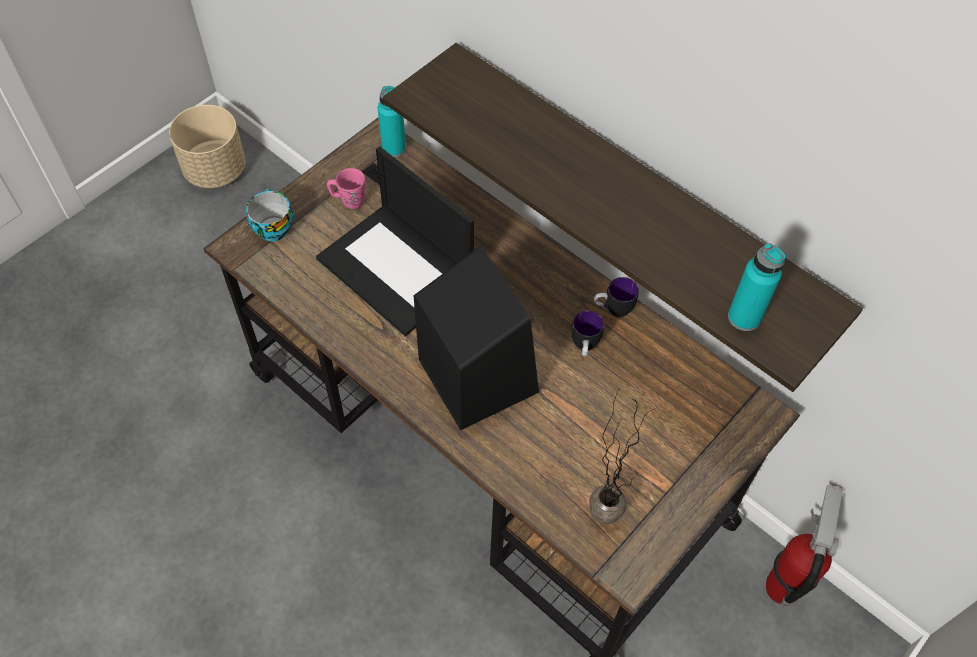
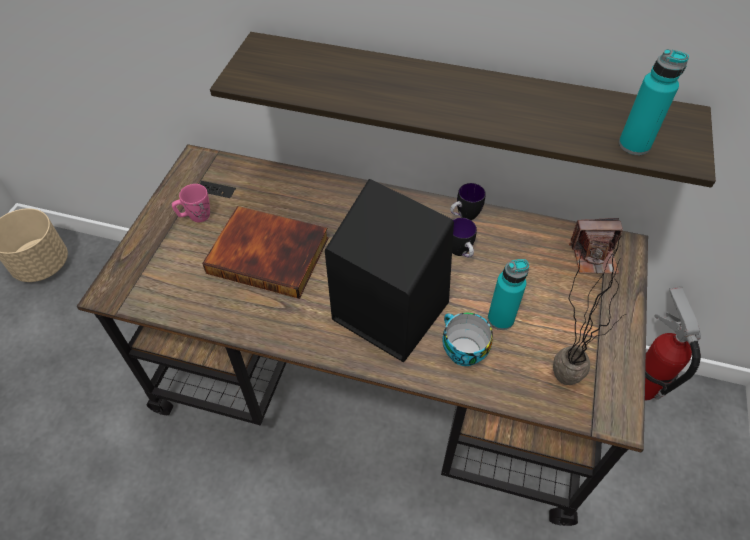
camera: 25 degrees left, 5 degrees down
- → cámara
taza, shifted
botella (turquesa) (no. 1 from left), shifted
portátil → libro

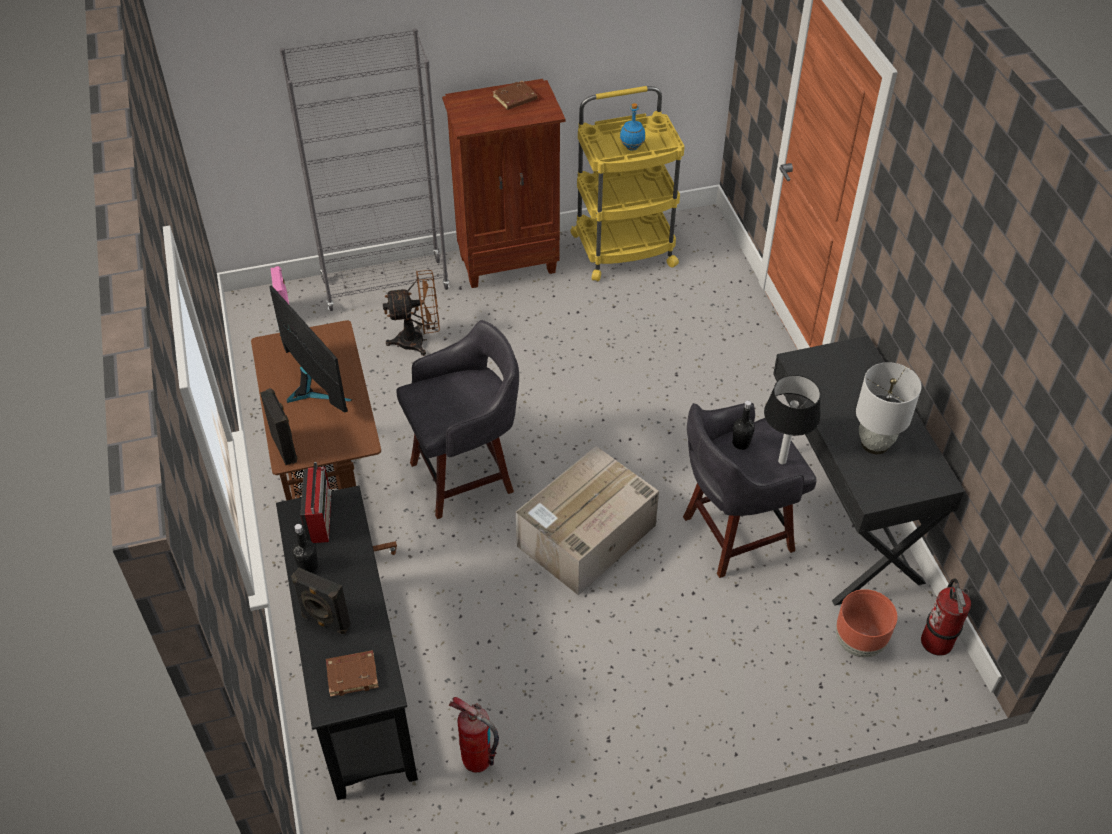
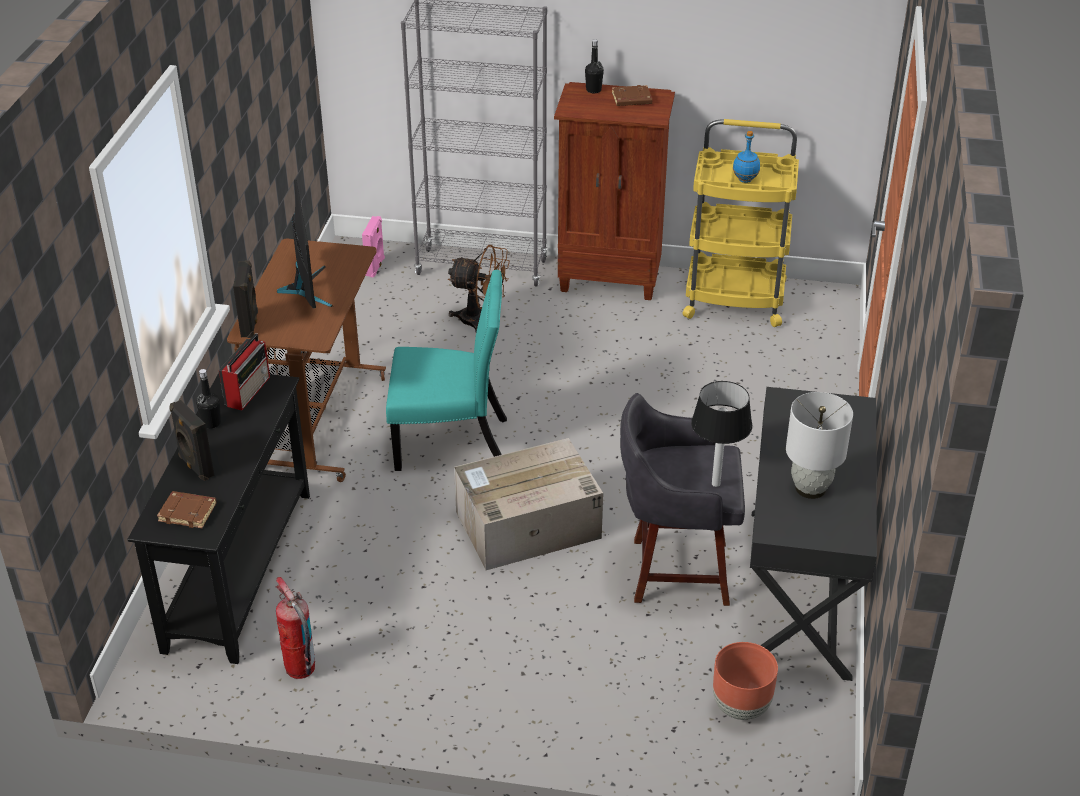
camera: 25 degrees right, 10 degrees down
extintor (no. 2 from left) → -
botella (negro) (no. 2 from left), shifted
taburete (gris) (no. 1 from left) → silla (turquesa)

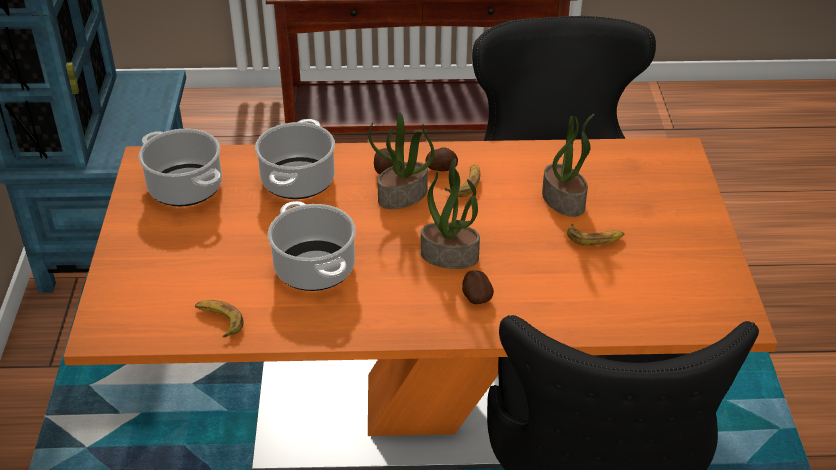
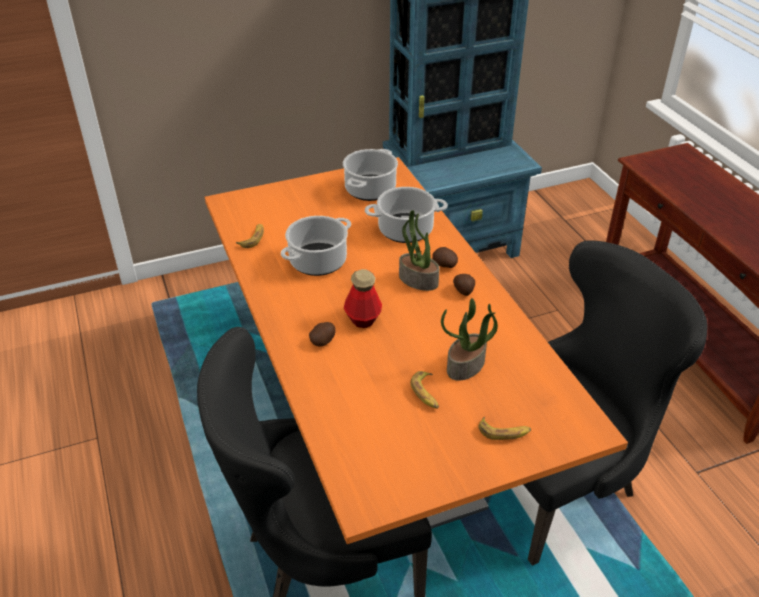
camera: 70 degrees right, 0 degrees up
plátano (no. 2 from left in the first image) → plátano (no. 3 from left), shifted
planta en maceta (no. 2 from left) → botella

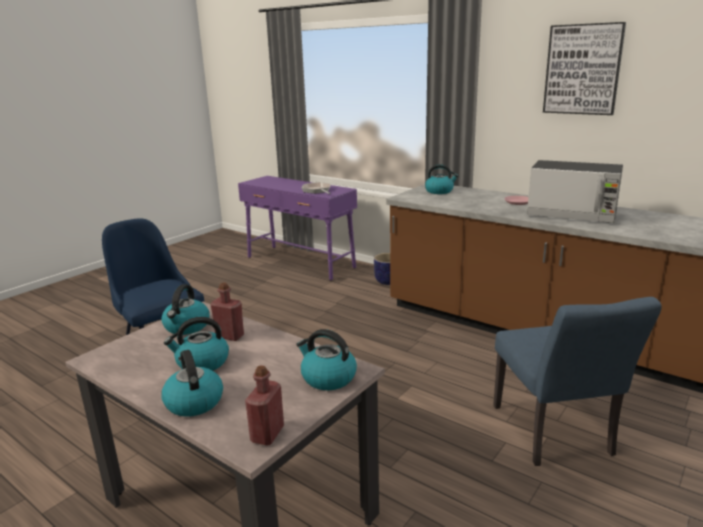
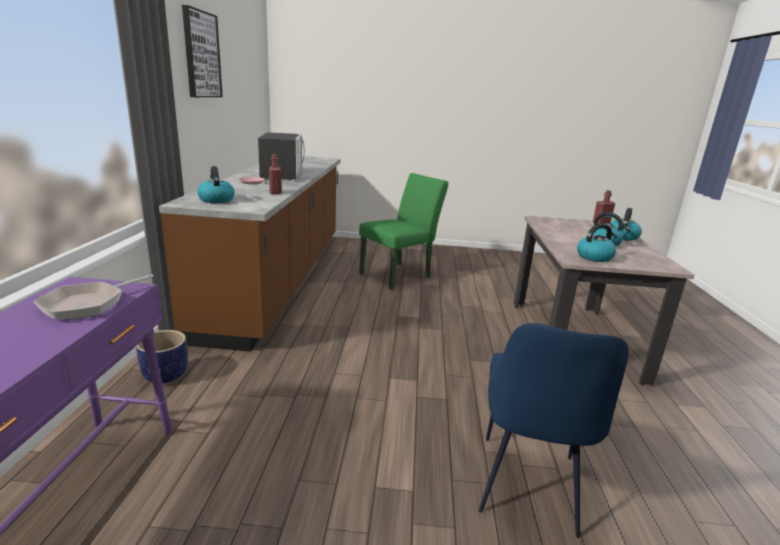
camera: 125 degrees left, 0 degrees up
hervidor (no. 4 from left) → -
botella (rojo) (no. 1 from left), shifted
silla (azul) (no. 2 from left) → silla (verde)

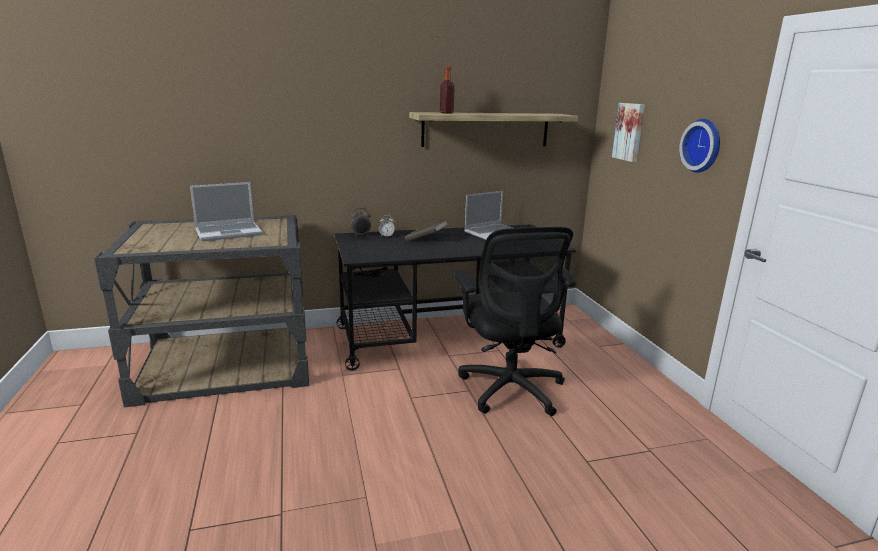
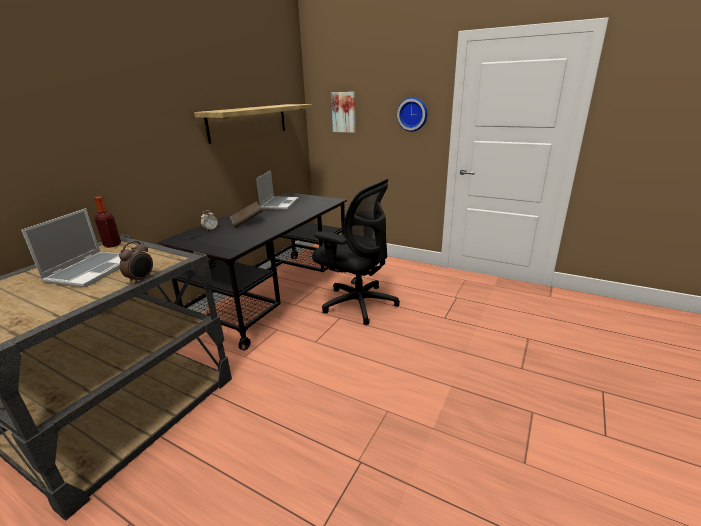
camera: 45 degrees left, 5 degrees up
despertador (no. 1 from left), shifted
botella, shifted

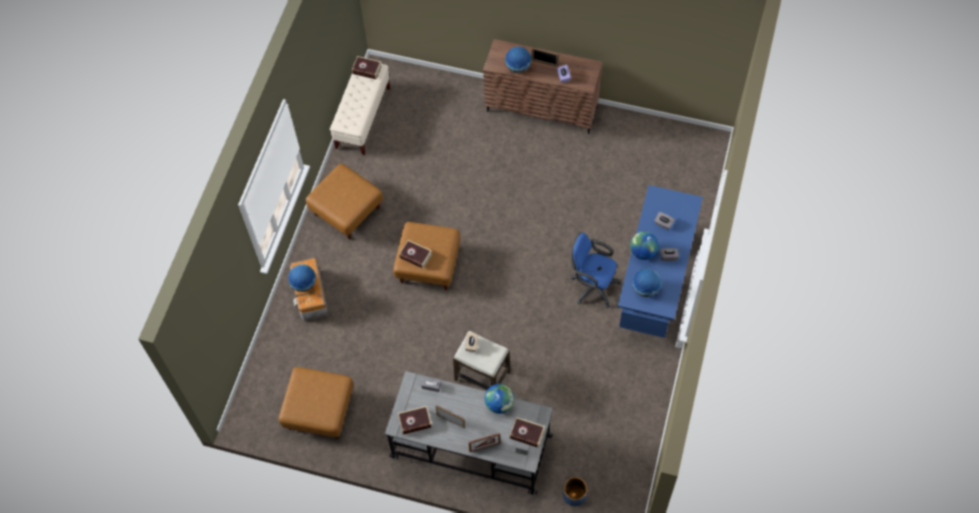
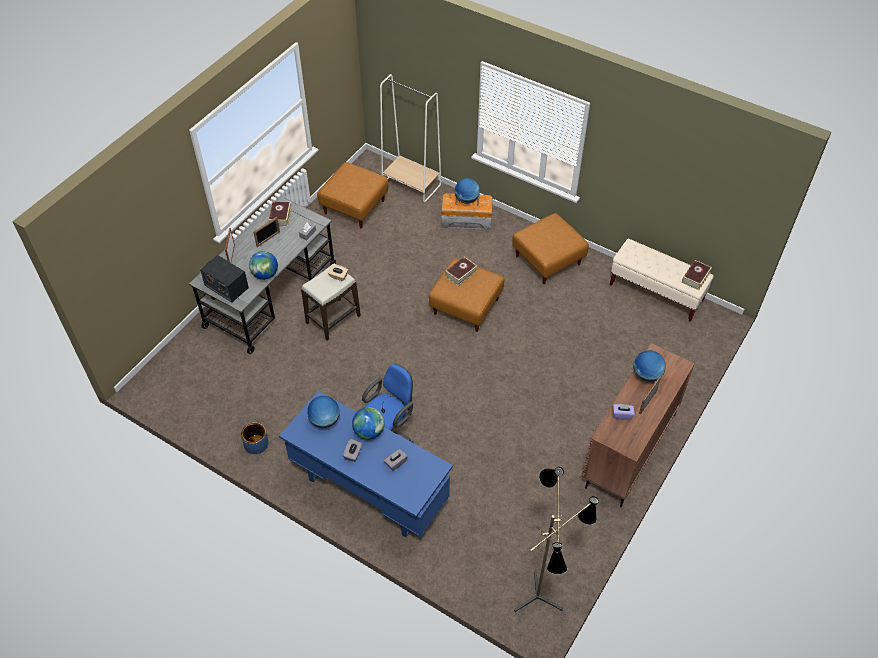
camera: 105 degrees right, 10 degrees down
- → perchero
- → lámpara de pie
maceta (azul), shifted
libro (no. 4 from left) → radio

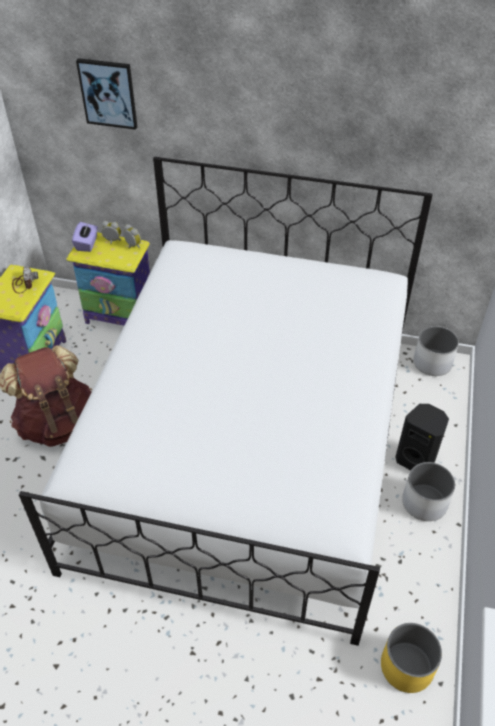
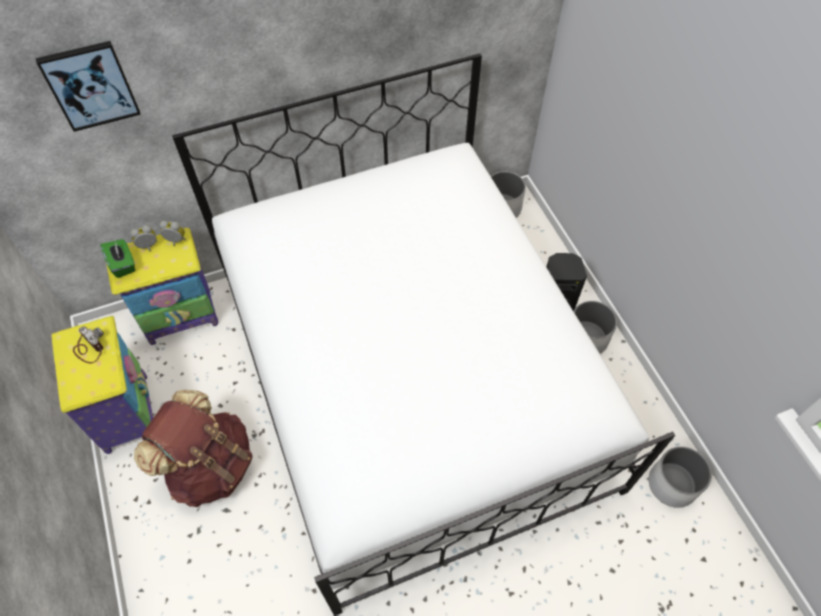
camera: 35 degrees left, 10 degrees up
caja de pañuelos (morado) → caja de pañuelos (verde)
maceta (amarillo) → maceta (blanco) (no. 3 from left)

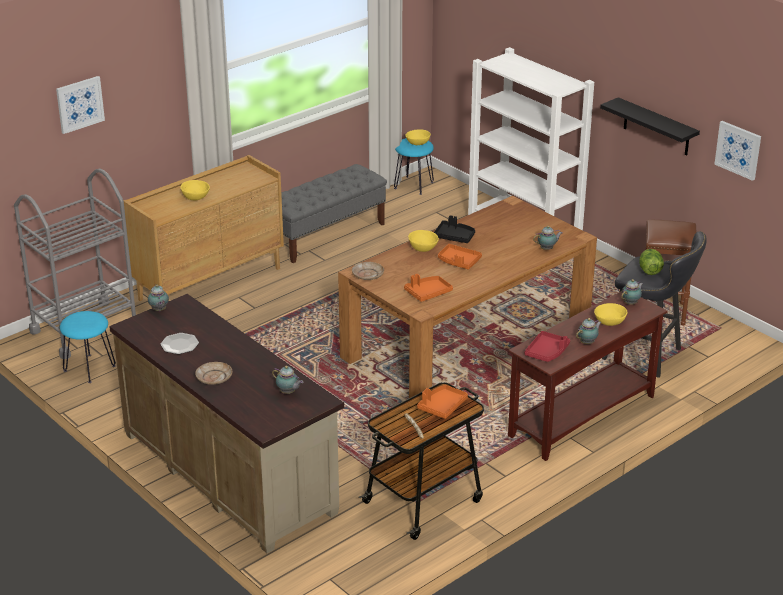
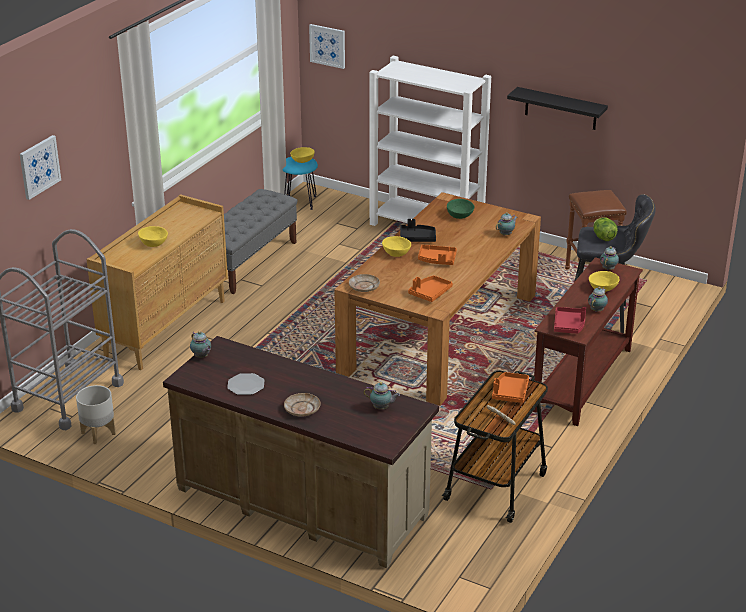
camera: 20 degrees left, 0 degrees up
- → cuenco (verde)
cuadro (no. 2 from left), shifted
taburete (turquesa) (no. 1 from left) → maceta (gris)

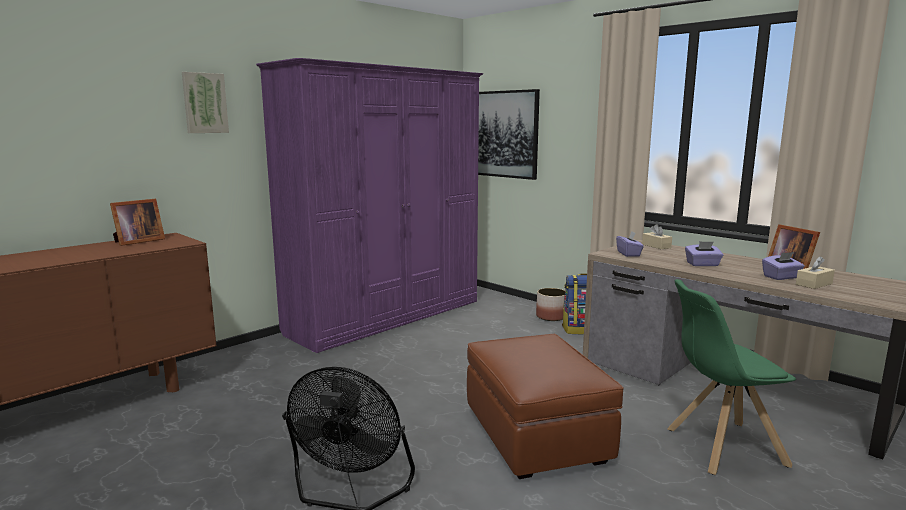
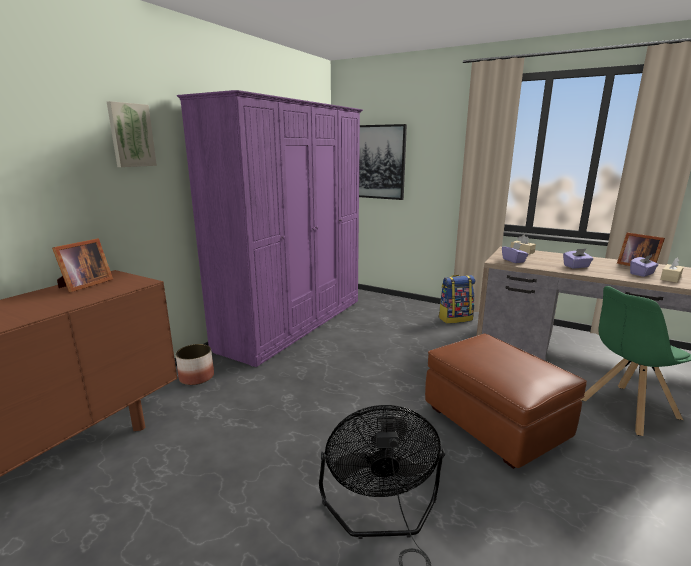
camera: 15 degrees left, 5 degrees up
maceta, shifted

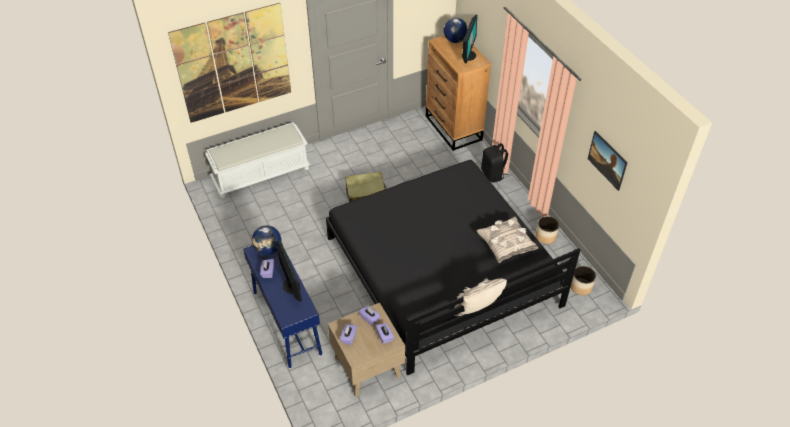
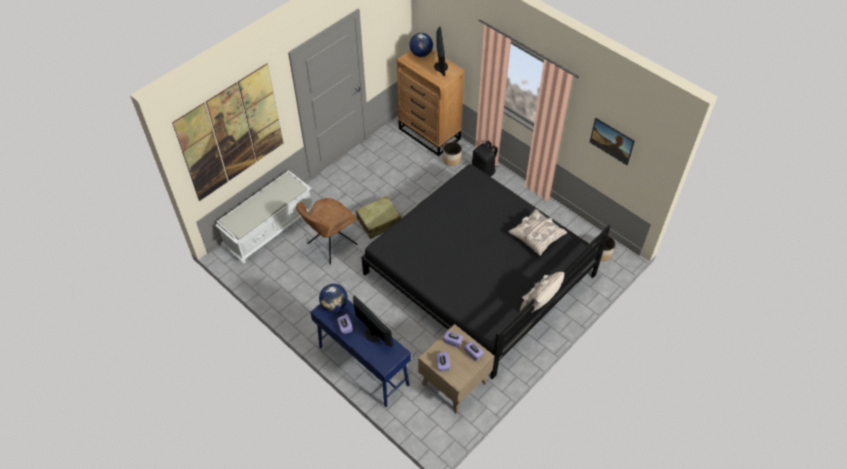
camera: 20 degrees left, 5 degrees up
- → silla (marrón)
maceta (no. 1 from left), shifted

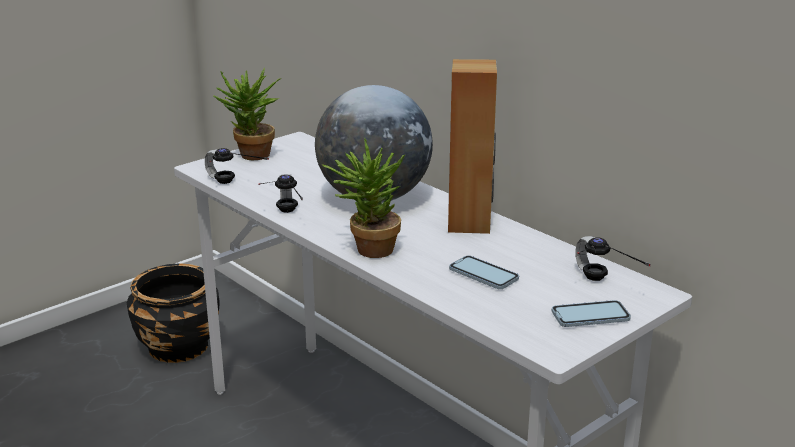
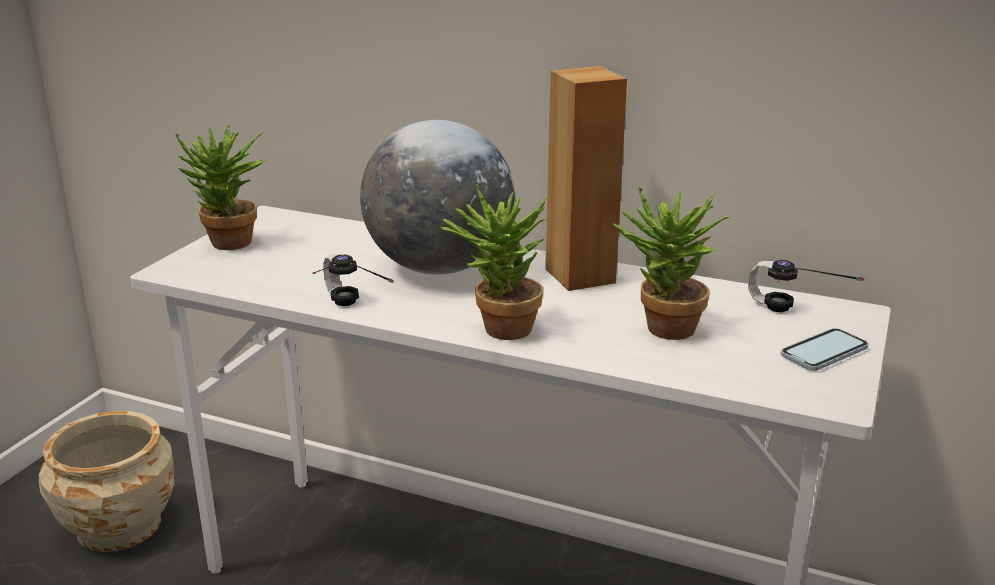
camera: 25 degrees left, 0 degrees up
auriculares (no. 1 from left) → -
móvil (no. 1 from left) → planta en maceta (no. 3 from left)
maceta (negro) → maceta (beis)

